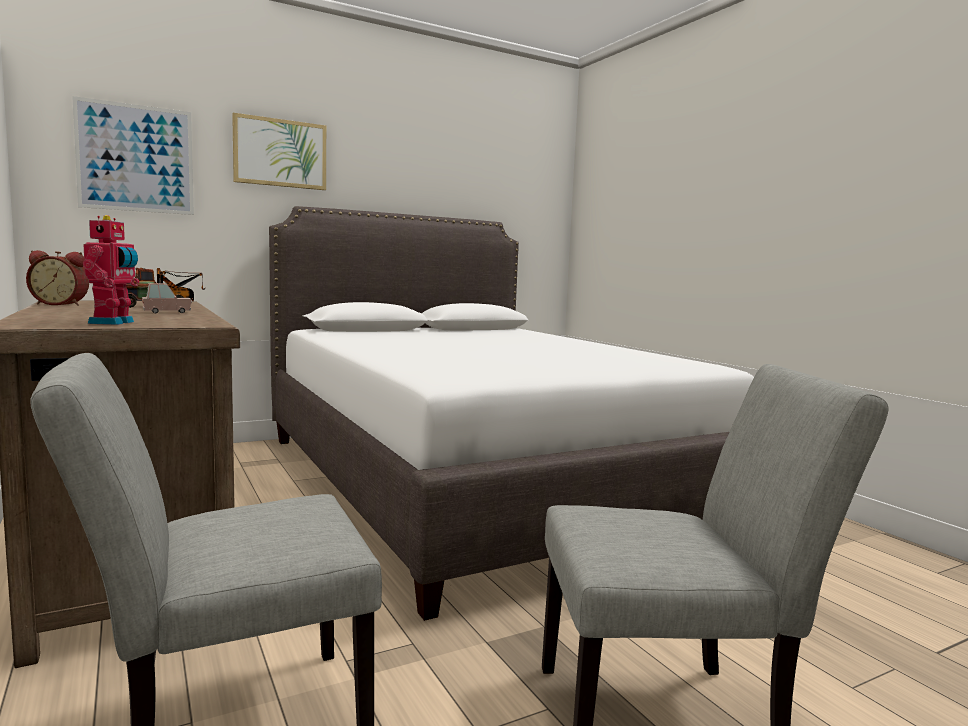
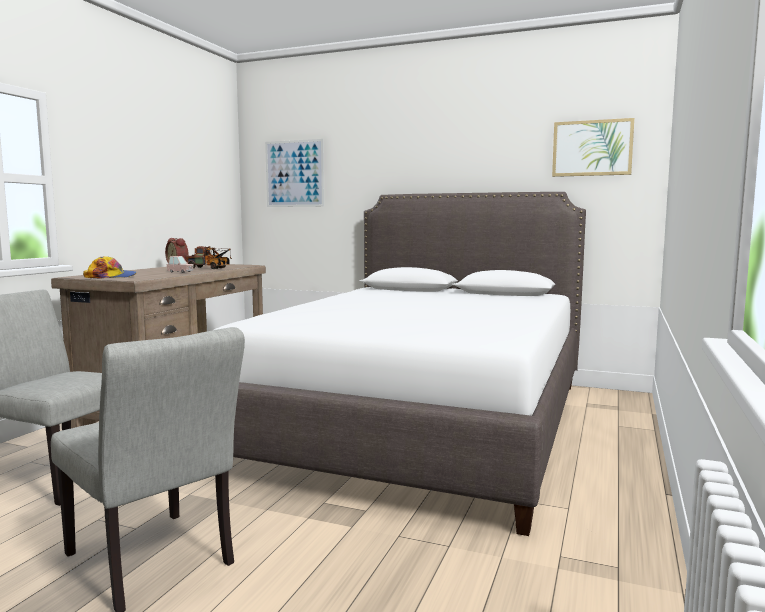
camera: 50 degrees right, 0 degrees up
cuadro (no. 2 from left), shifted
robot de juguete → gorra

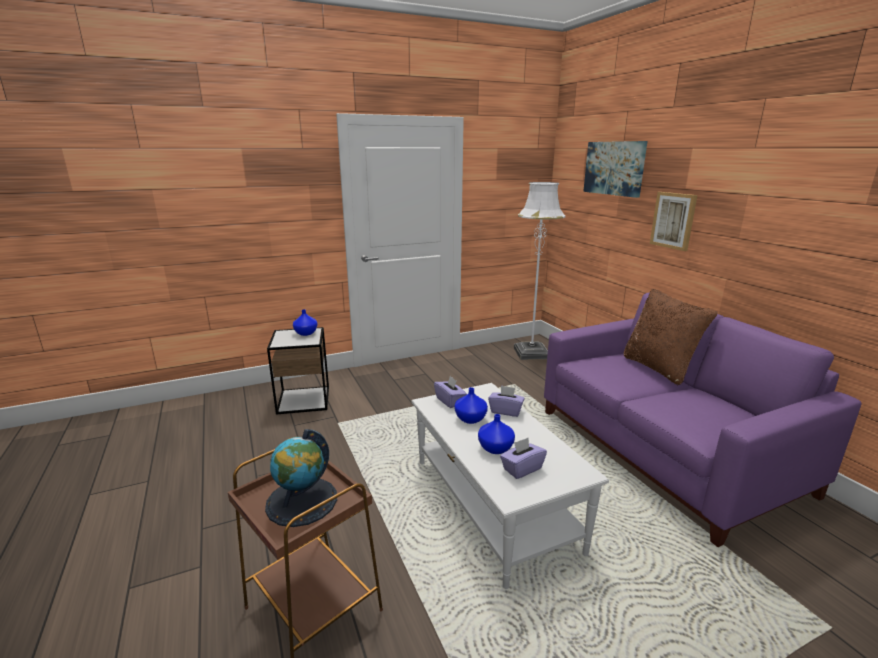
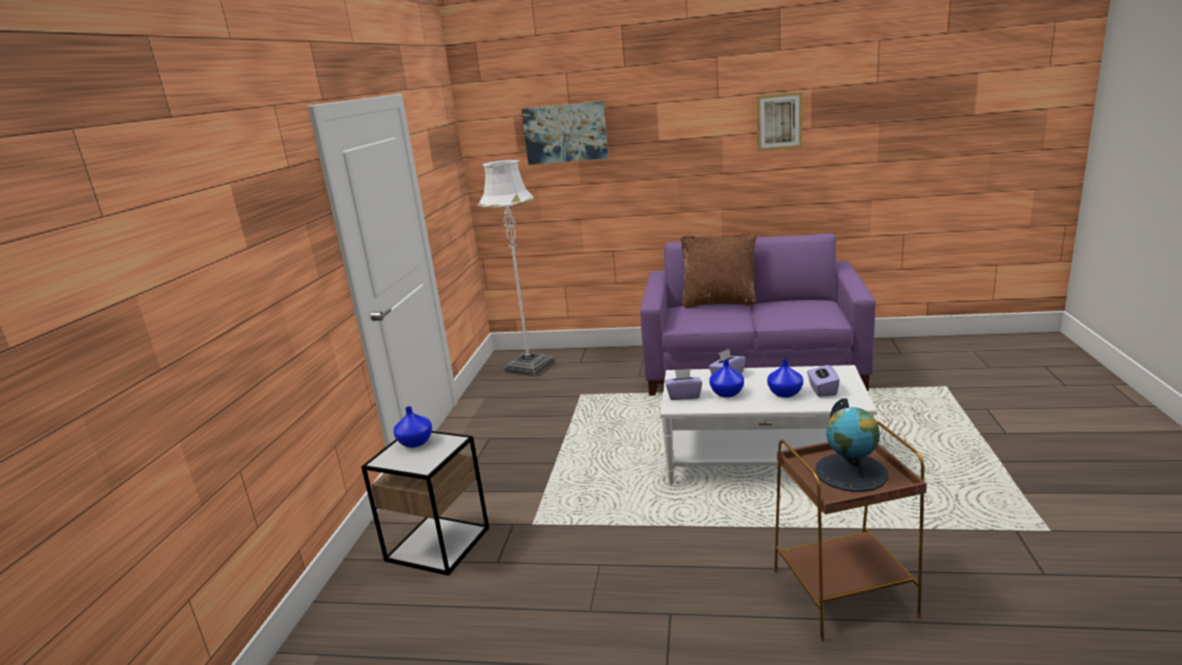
camera: 55 degrees left, 0 degrees up
cuadro (no. 2 from left), shifted

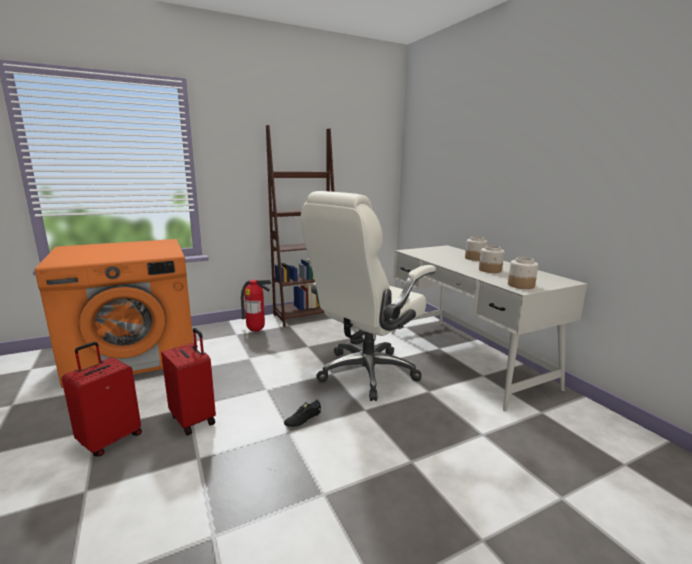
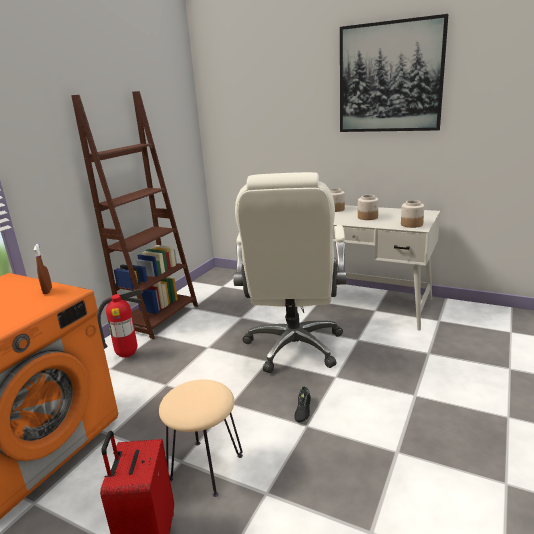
camera: 35 degrees left, 5 degrees up
- → pulverizador (marrón)
- → cuadro
maleta (rojo) (no. 2 from left) → taburete (beis)

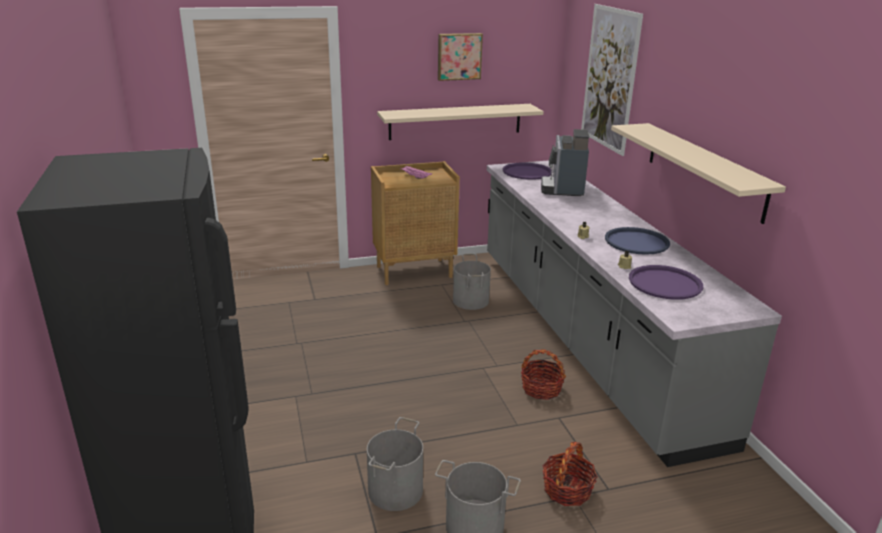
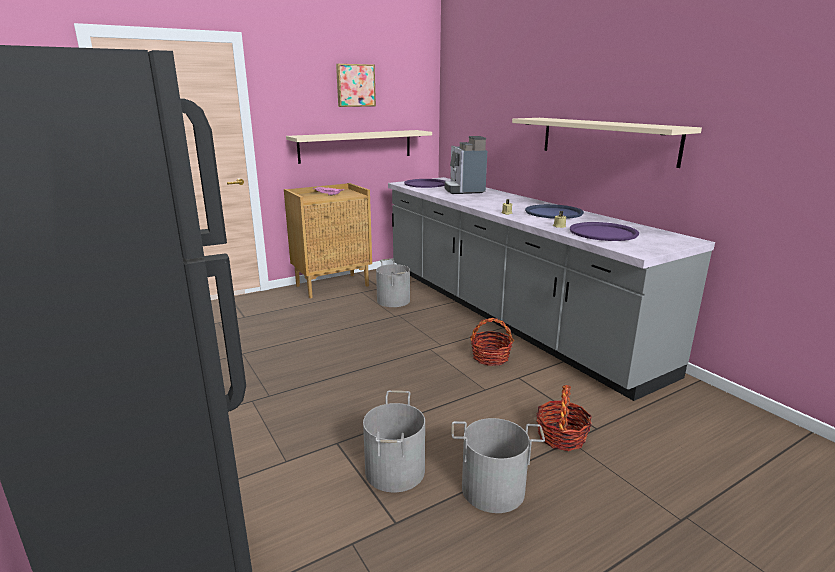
camera: 15 degrees left, 5 degrees down
cuadro (no. 2 from left) → -

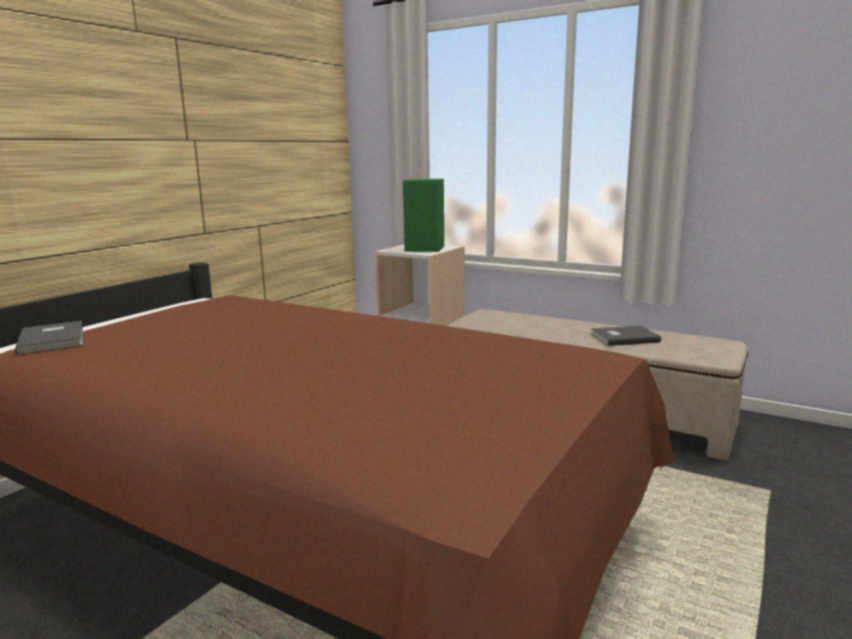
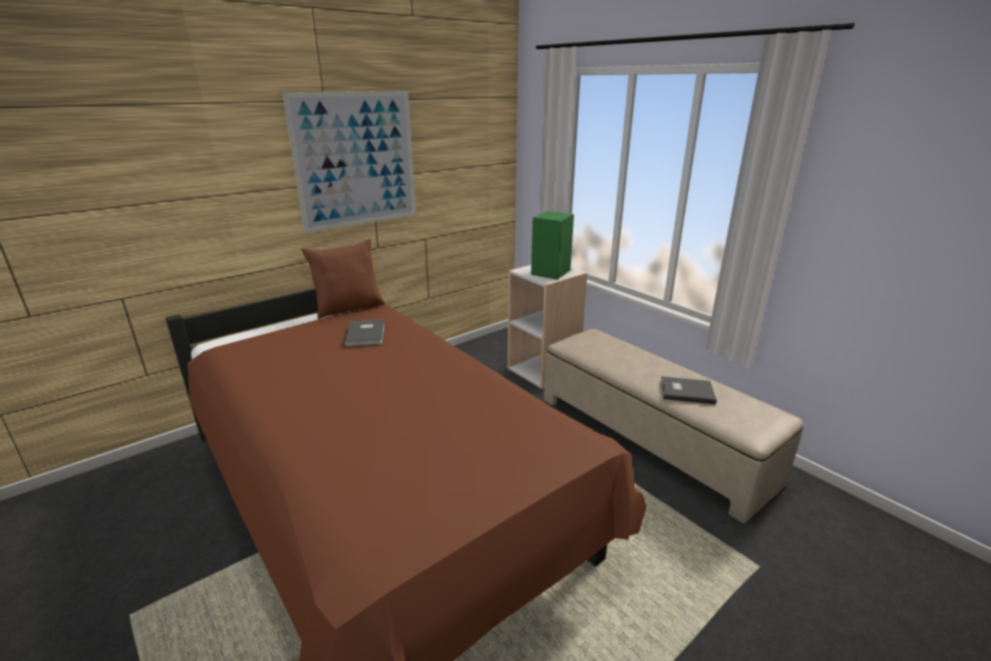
camera: 20 degrees right, 10 degrees up
- → cuadro
- → cojín (marrón)
libro (gris) (no. 1 from left), shifted

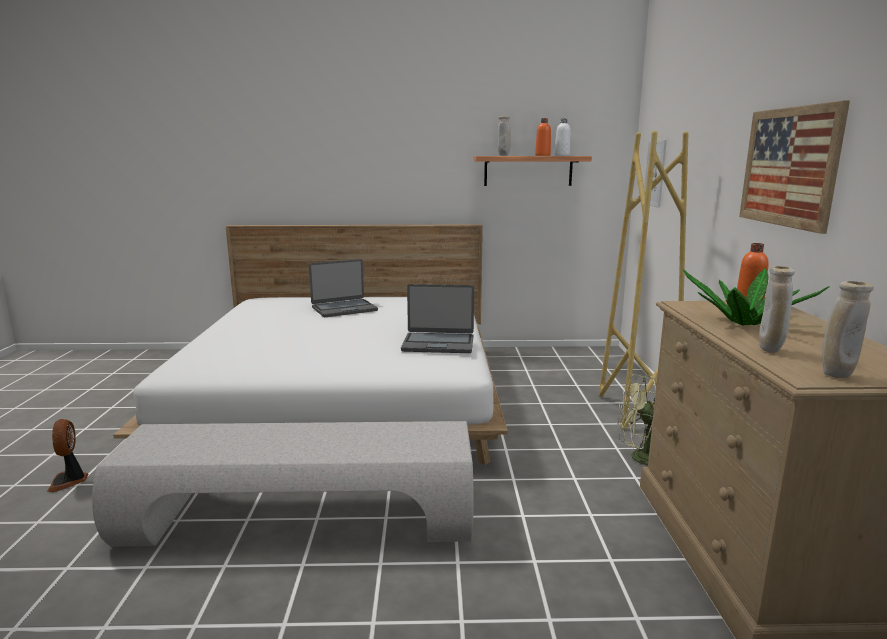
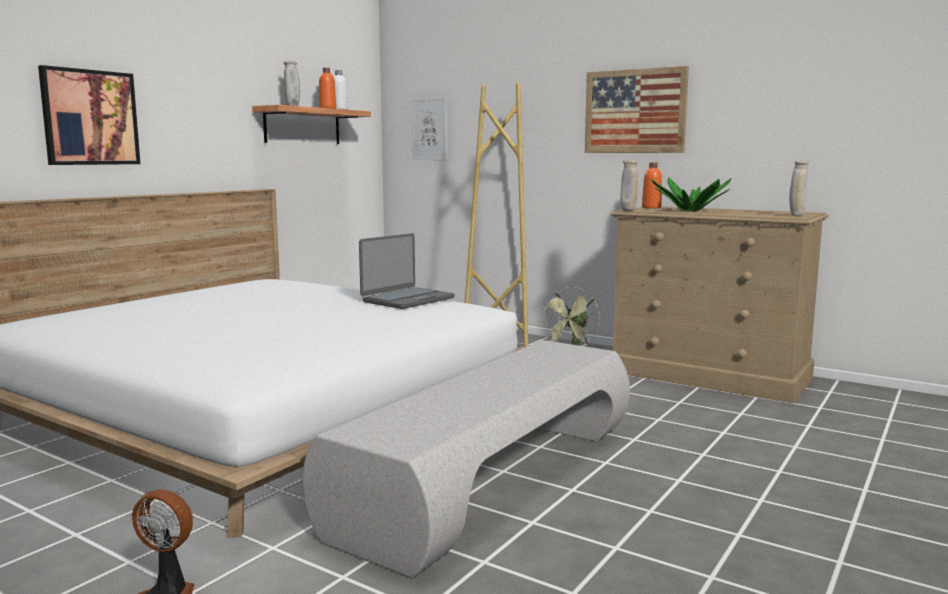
camera: 55 degrees left, 5 degrees down
portátil (no. 1 from left) → -
- → cuadro (no. 1 from left)
florero (beis) (no. 2 from left), shifted

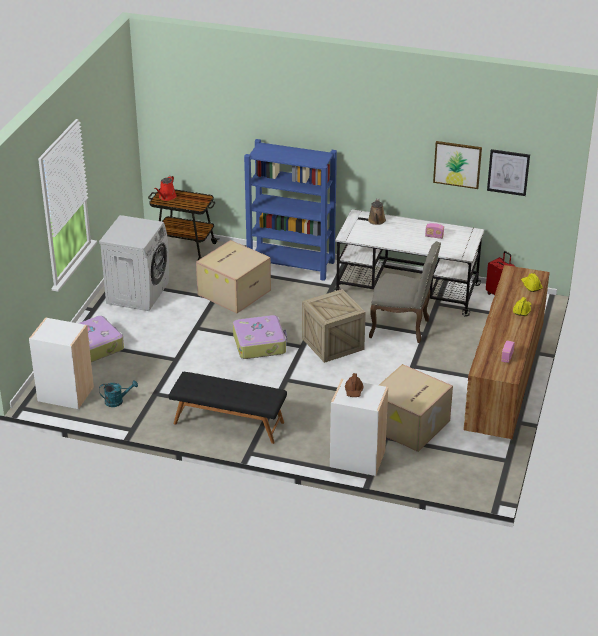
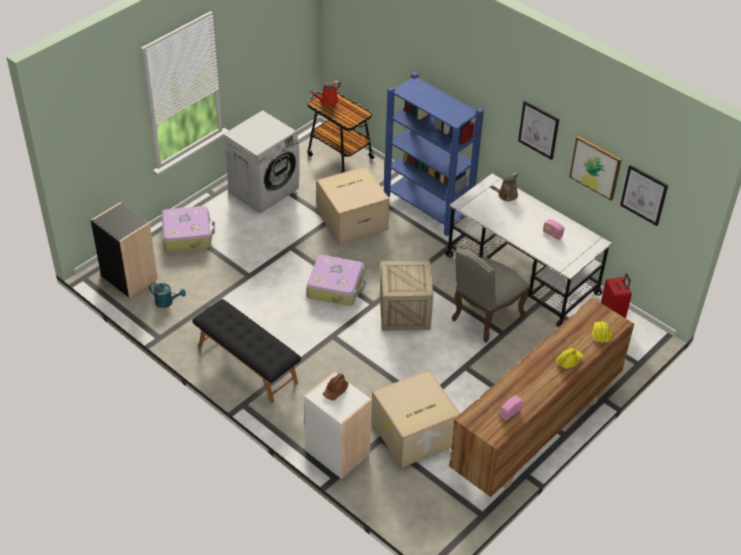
camera: 25 degrees right, 10 degrees up
- → cuadro (no. 1 from left)
estantería (blanco) (no. 1 from left) → estantería (negro)
silla (gris), 90 degrees clockwise

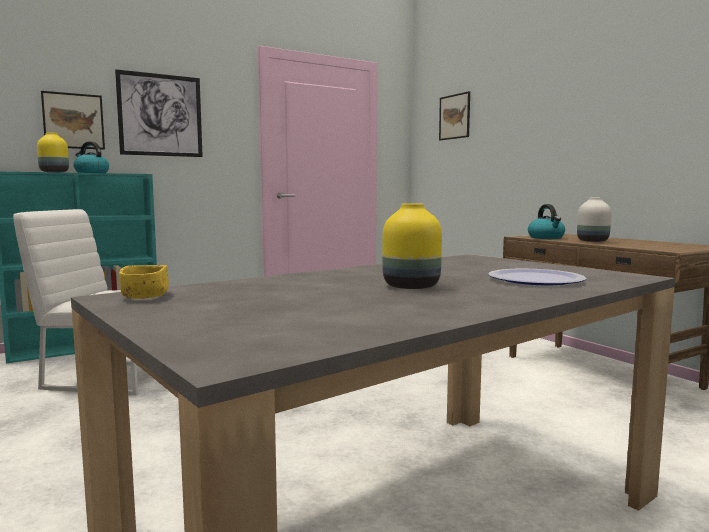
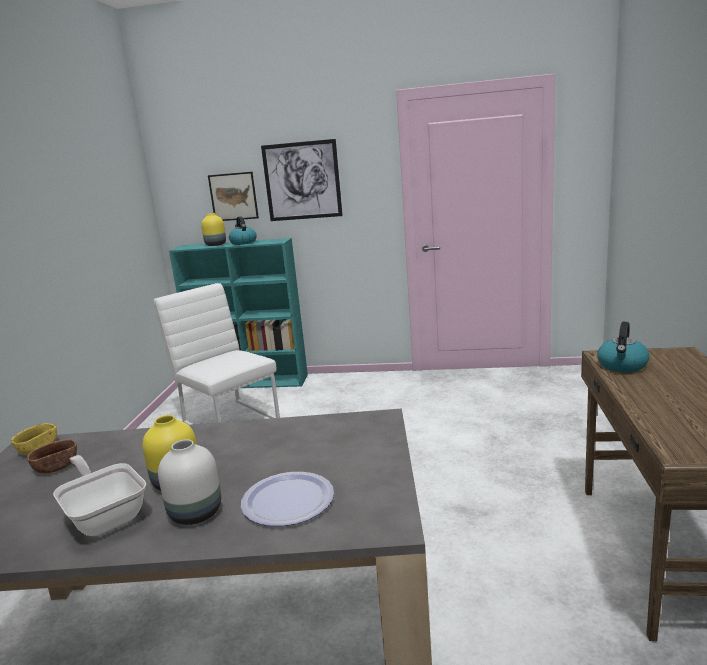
camera: 40 degrees right, 10 degrees up
cuadro (no. 3 from left) → -
- → cuenco (marrón)
- → sartén
florero (blanco), shifted

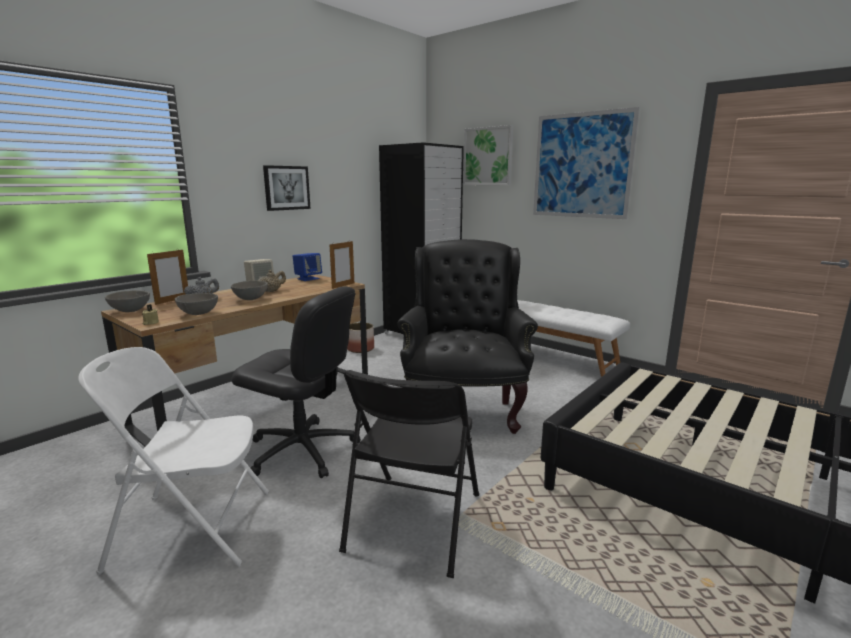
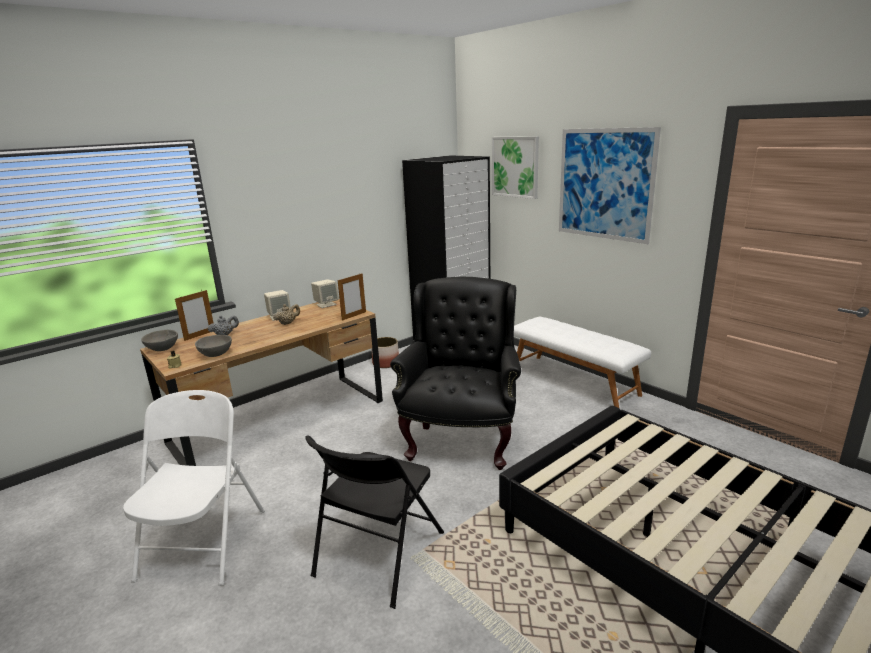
camera: 10 degrees right, 5 degrees up
cuenco (gris) (no. 3 from left) → -
silla de oficina (negro) → -
cuadro (no. 1 from left) → -
altavoz (azul) → altavoz (beis) (no. 2 from left)
silla (blanco), 90 degrees clockwise

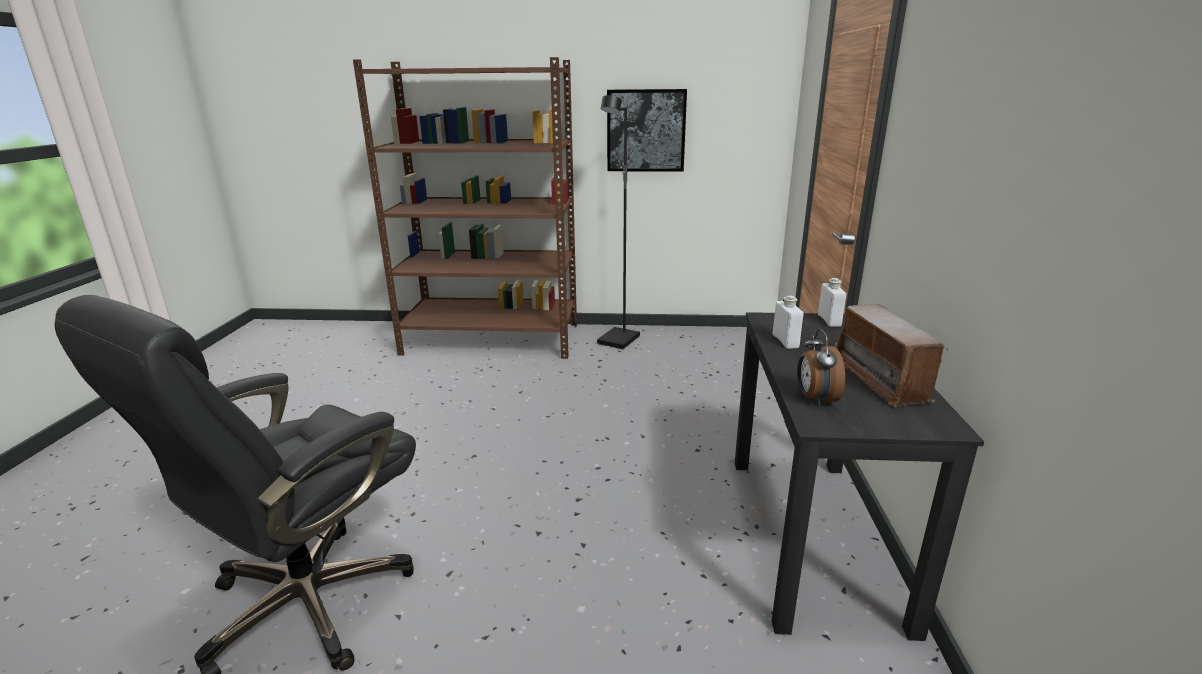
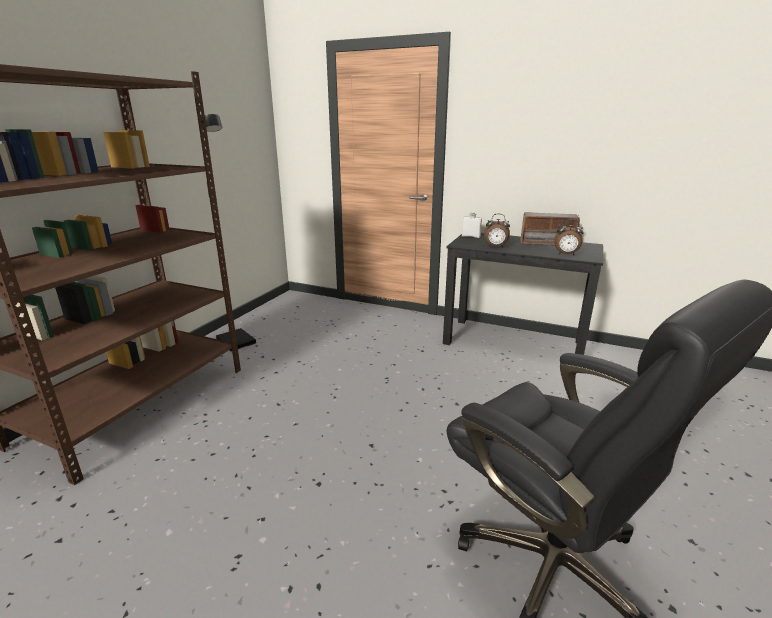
camera: 70 degrees left, 0 degrees up
cuadro → -
botella (blanco) (no. 1 from left) → despertador (no. 1 from left)

